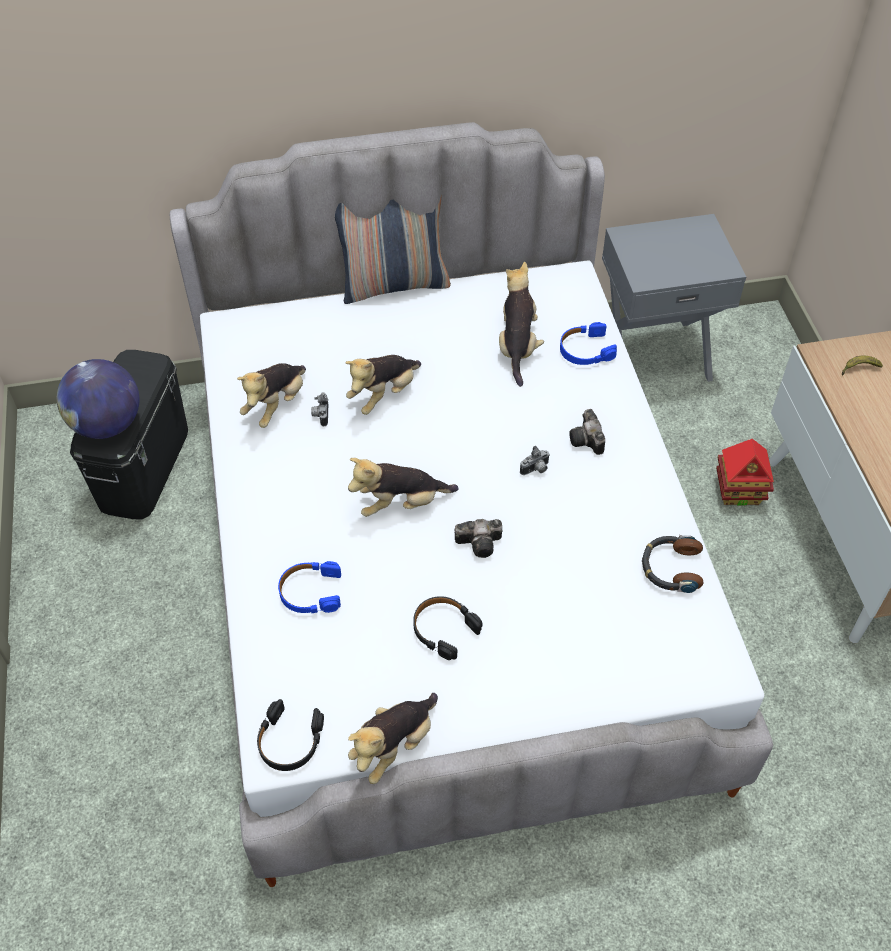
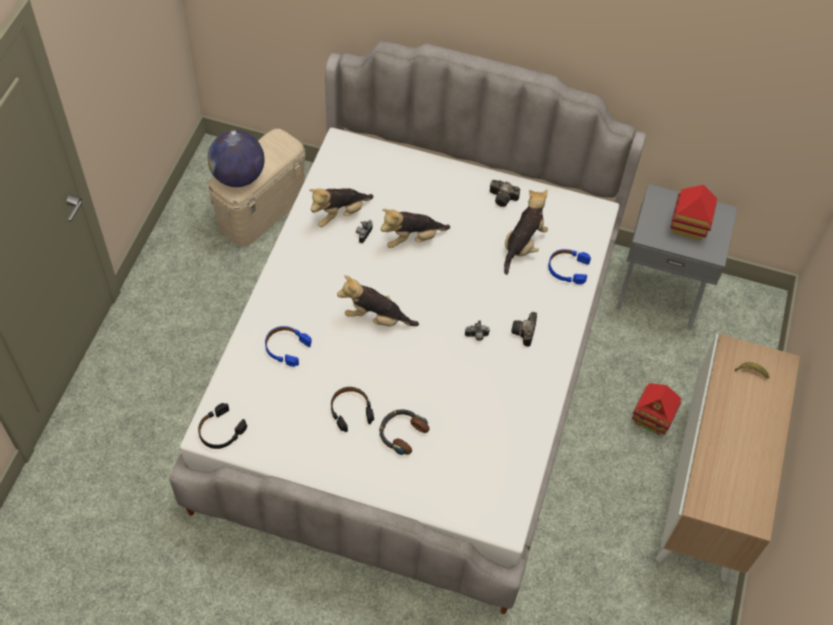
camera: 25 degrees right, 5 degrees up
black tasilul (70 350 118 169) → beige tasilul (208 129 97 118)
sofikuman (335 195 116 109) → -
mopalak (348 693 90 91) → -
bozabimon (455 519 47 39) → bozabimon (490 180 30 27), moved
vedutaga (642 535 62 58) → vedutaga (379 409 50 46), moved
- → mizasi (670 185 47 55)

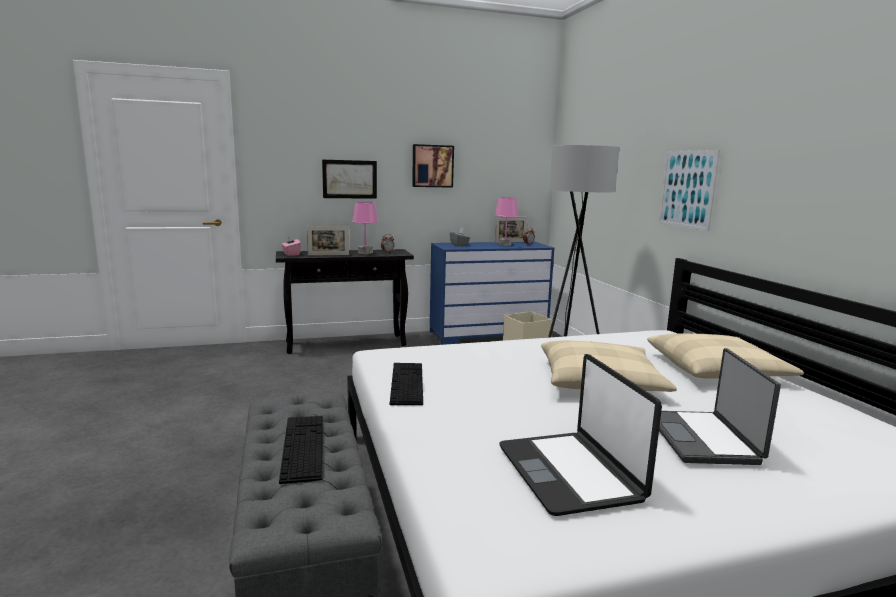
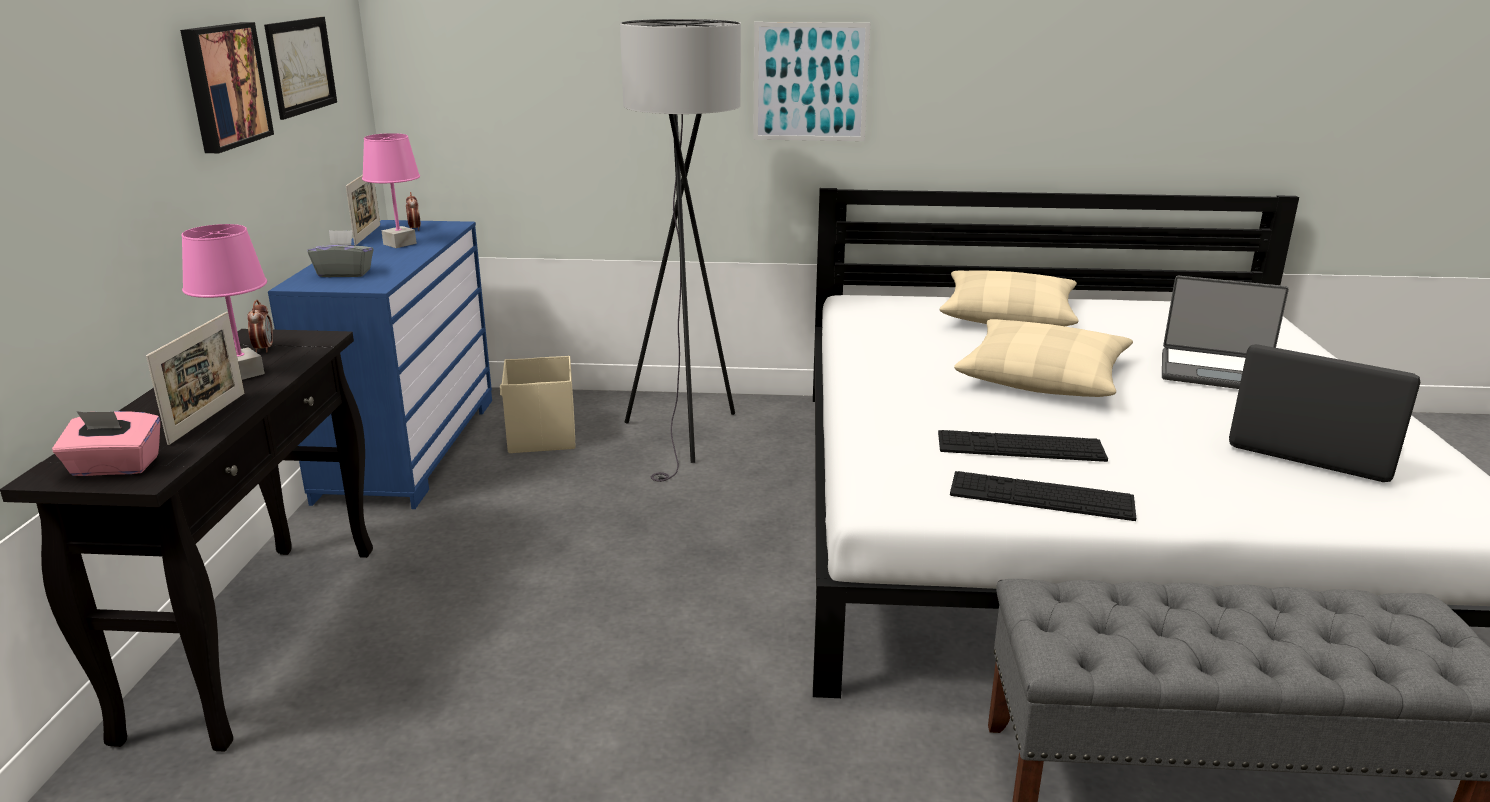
camera: 70 degrees left, 10 degrees up
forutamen (279 416 44 68) → forutamen (938 430 170 32), moved
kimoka (322 160 55 39) → kimoka (264 17 73 103), moved
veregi (499 354 163 162) → veregi (1229 344 192 138), 150 degrees counterclockwise

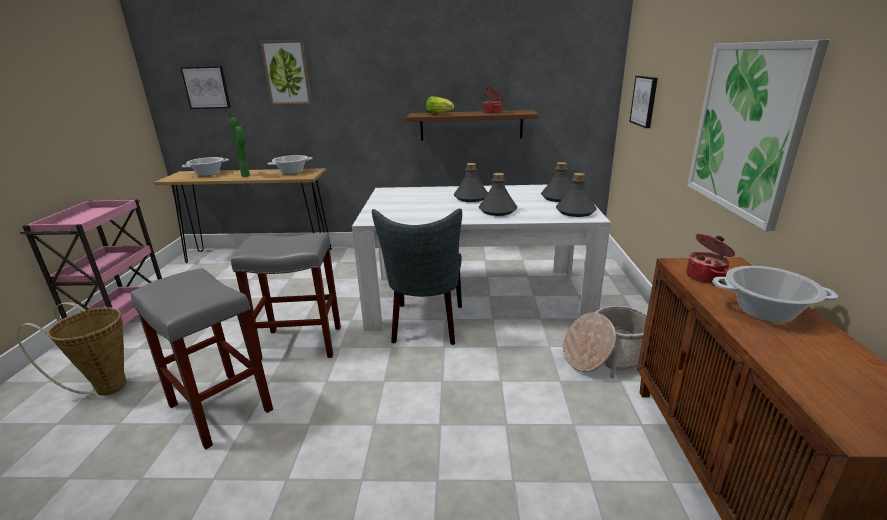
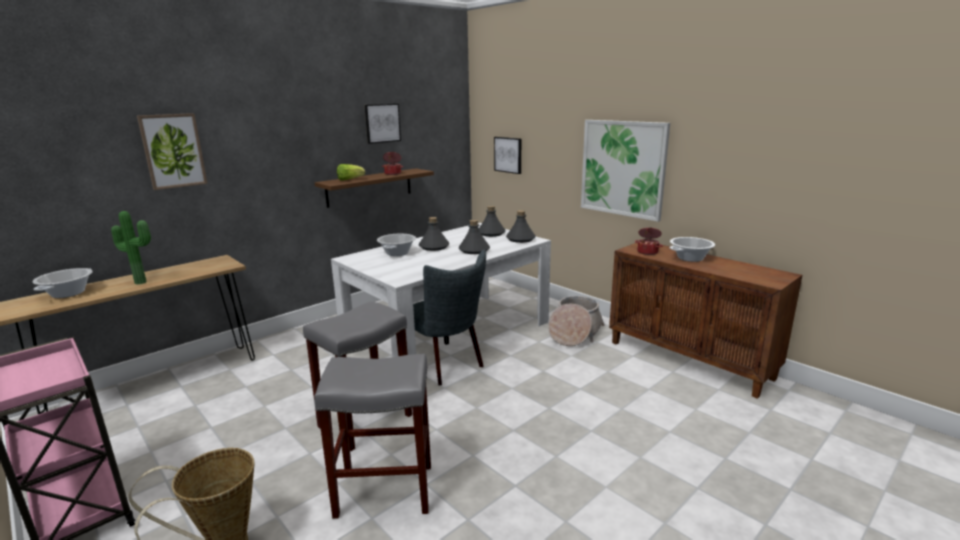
camera: 45 degrees left, 5 degrees down
kimoka (181 66 50 43) → kimoka (364 104 37 40), moved
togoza (268 155 45 19) → togoza (377 234 39 22), moved

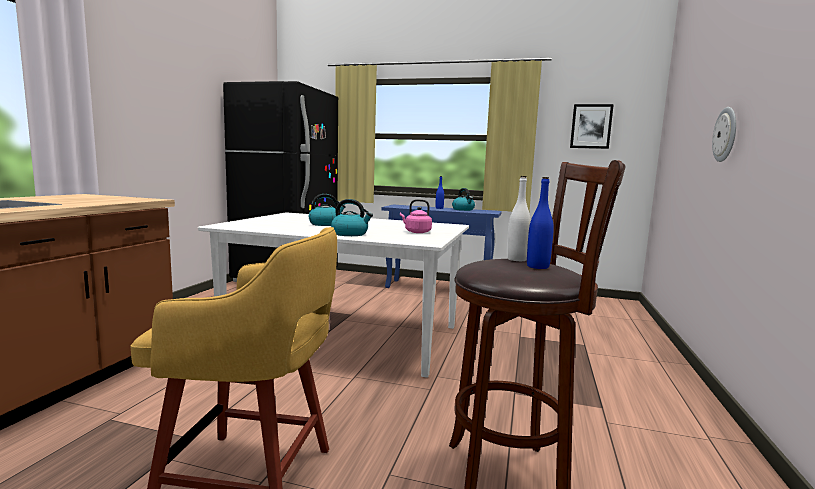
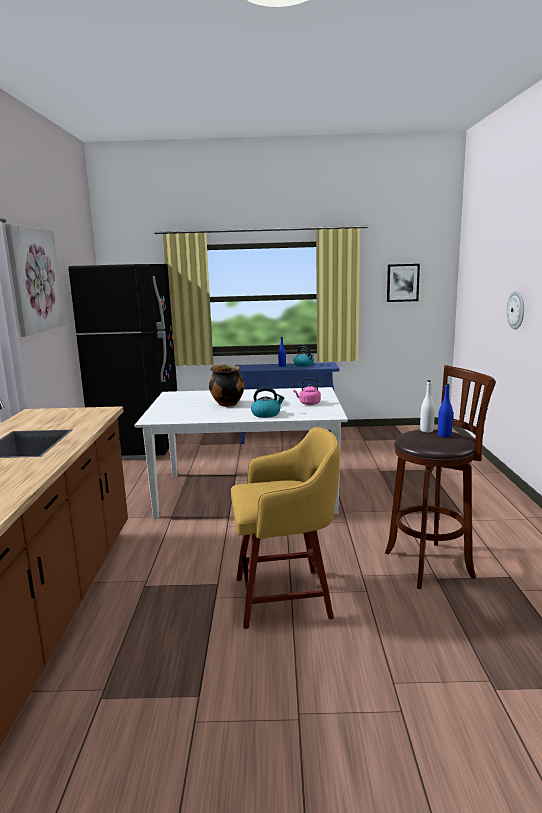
camera: 15 degrees left, 5 degrees up
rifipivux (309 194 37 32) → togoza (209 364 36 43)
- → kimoka (5 224 60 113)

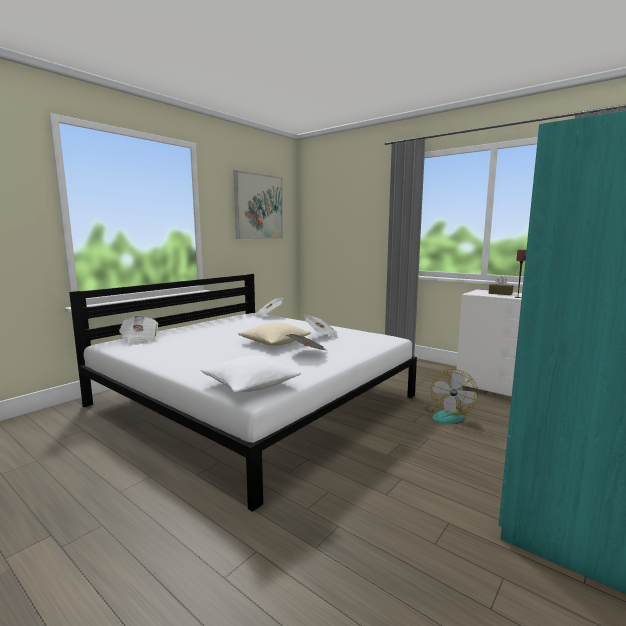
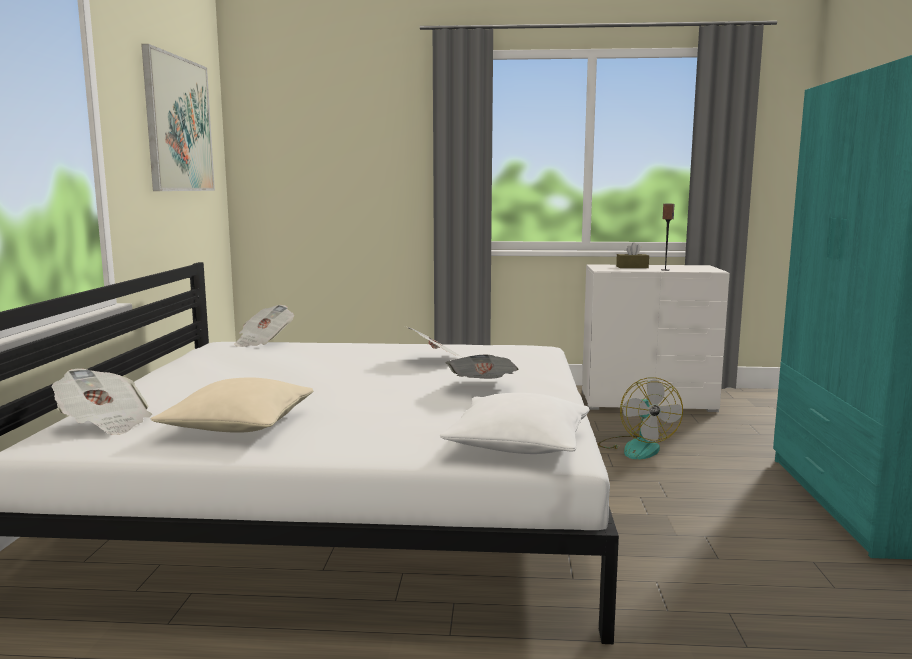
camera: 35 degrees left, 0 degrees up
beige sofikuman (238 322 73 24) → beige sofikuman (151 377 162 56), moved

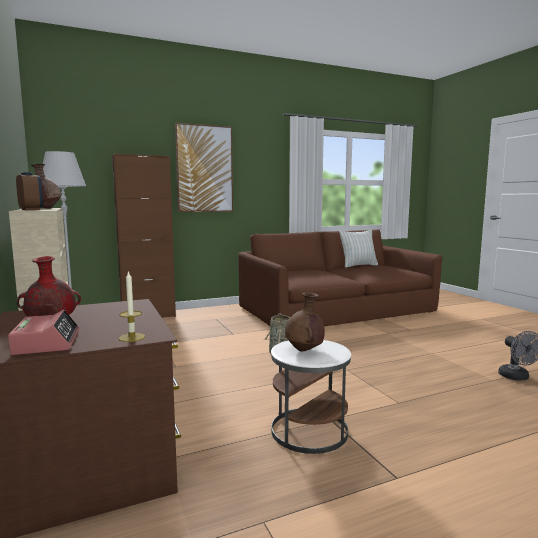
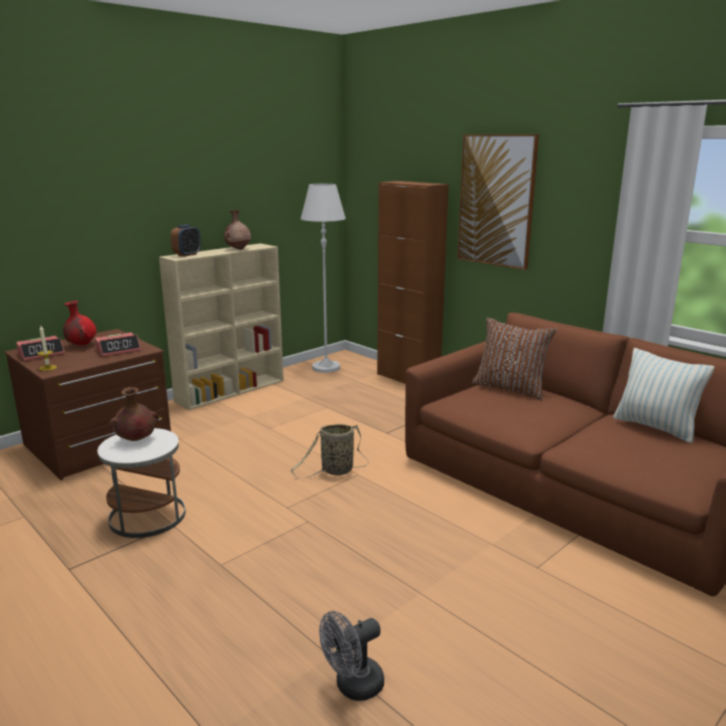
camera: 70 degrees right, 10 degrees up
- → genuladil (95 332 46 25)
- → brown sofikuman (472 318 85 82)

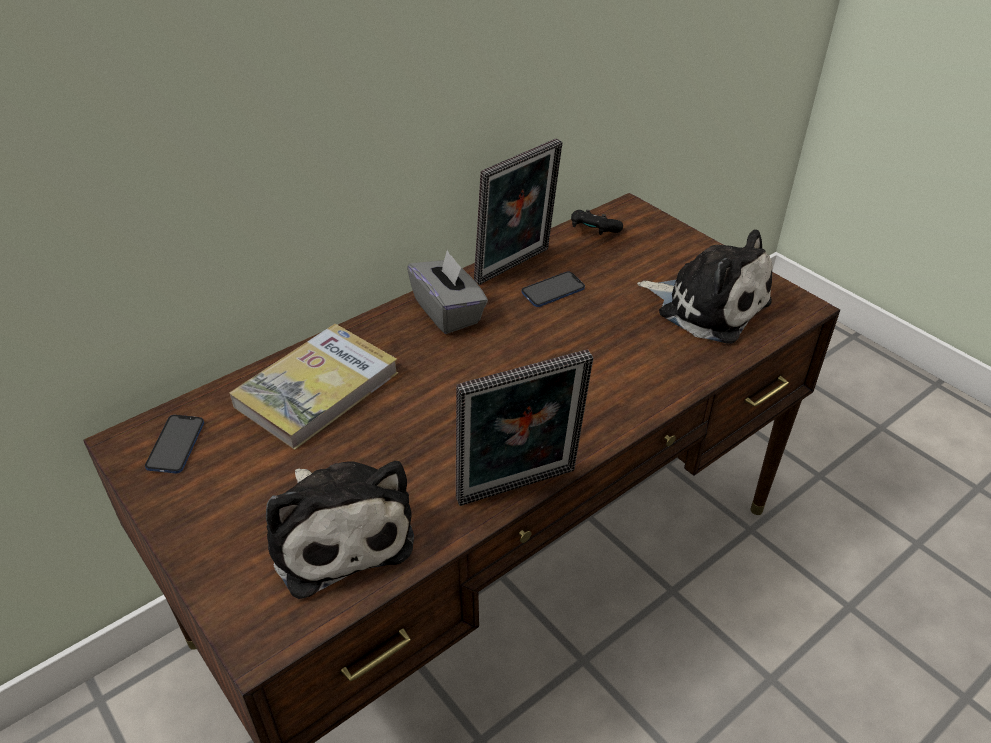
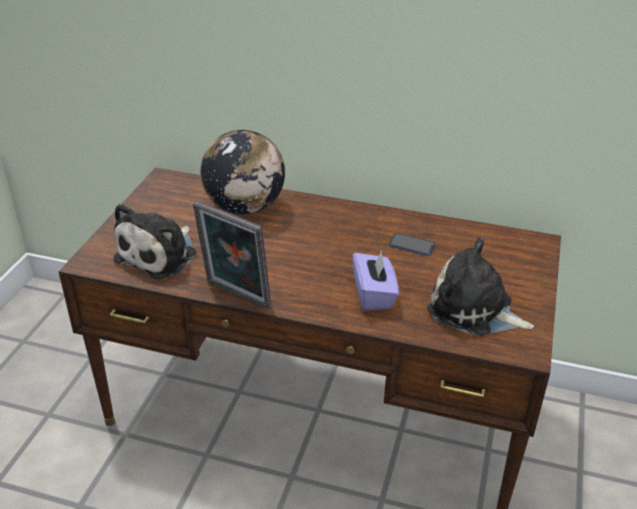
camera: 55 degrees right, 5 degrees down
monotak (145 415 59 58) → -
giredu (230 324 168 126) → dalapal (201 130 84 84)
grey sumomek (407 250 81 84) → -
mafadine (474 138 89 147) → -
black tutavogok (571 210 52 25) → -
mopalak (637 229 136 115) → mopalak (427 237 107 99), 120 degrees clockwise
- → purple sumomek (352 250 47 61)

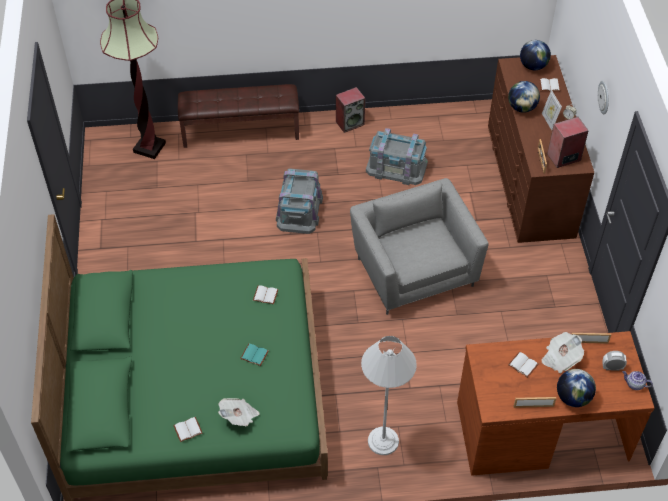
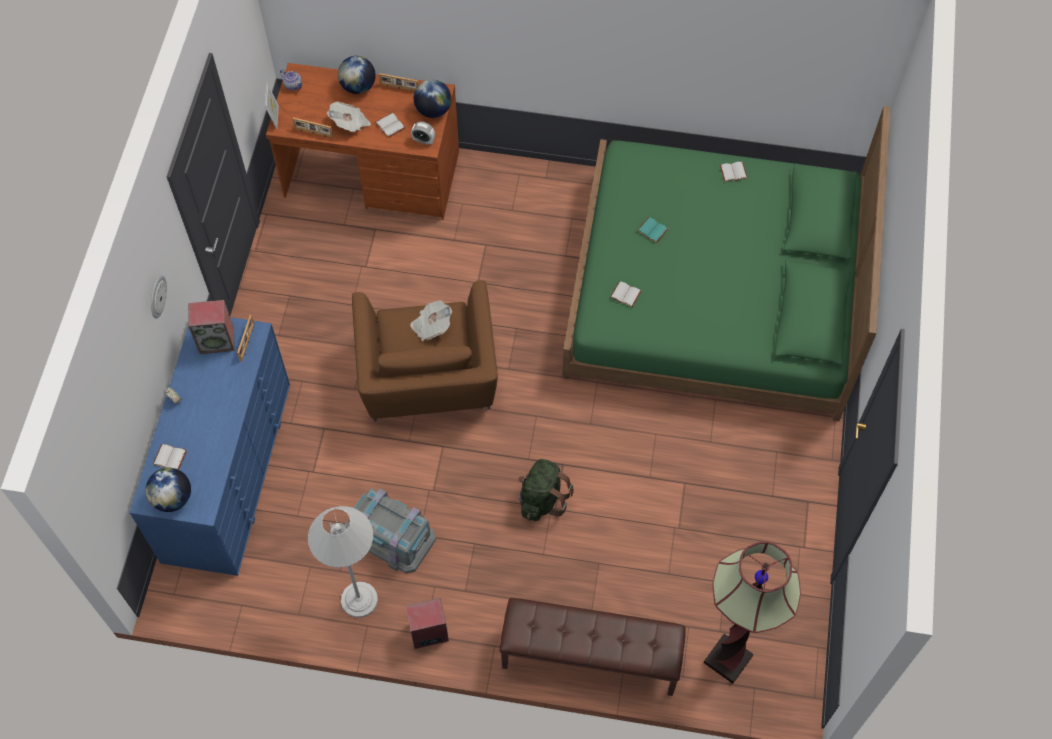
camera: 165 degrees left, 10 degrees up
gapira (218 398 42 28) → gapira (410 300 42 41), moved
grey tasilul (276 168 47 66) → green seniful (518 459 56 62)
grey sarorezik (350 178 139 137) → brown sarorezik (352 280 146 142)
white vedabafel (361 336 56 119) → white vedabafel (308 506 70 112), moved
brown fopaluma (488 55 106 188) → blue fopaluma (129 317 161 259)
dalapal (508 81 32 32) → dalapal (414 79 38 39), moved
mafadine (542 90 20 40) → mafadine (265 82 14 47), moved
genuladil (602 351 25 20) → genuladil (411 122 24 23), moved

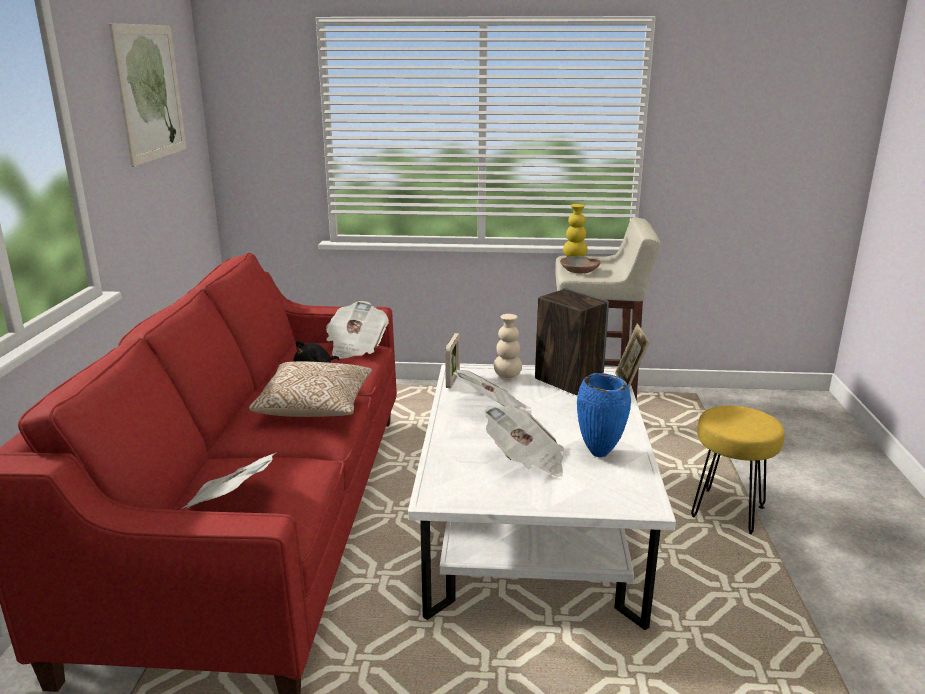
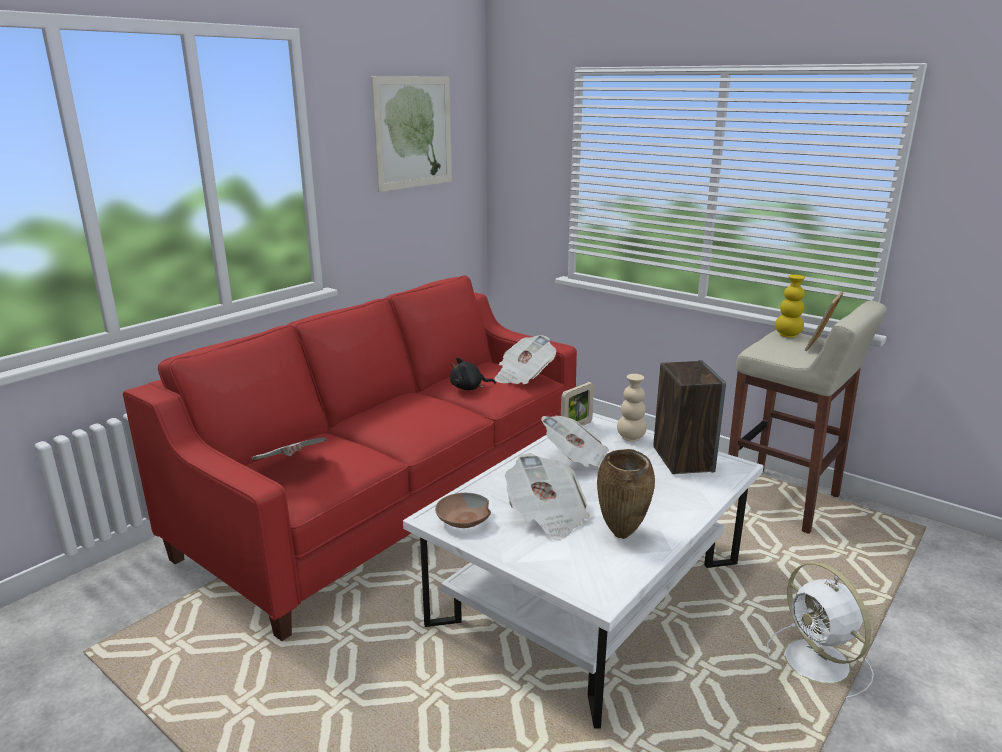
camera: 35 degrees right, 0 degrees up
sofikuman (249 361 123 56) → -
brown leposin (560 256 40 17) → brown leposin (435 493 56 35), moved
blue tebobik (577 373 54 84) → brown tebobik (597 449 58 90)
mafadine (615 324 35 64) → mafadine (805 291 38 60), moved
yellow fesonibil (691 406 94 128) → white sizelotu (767 562 107 136)

